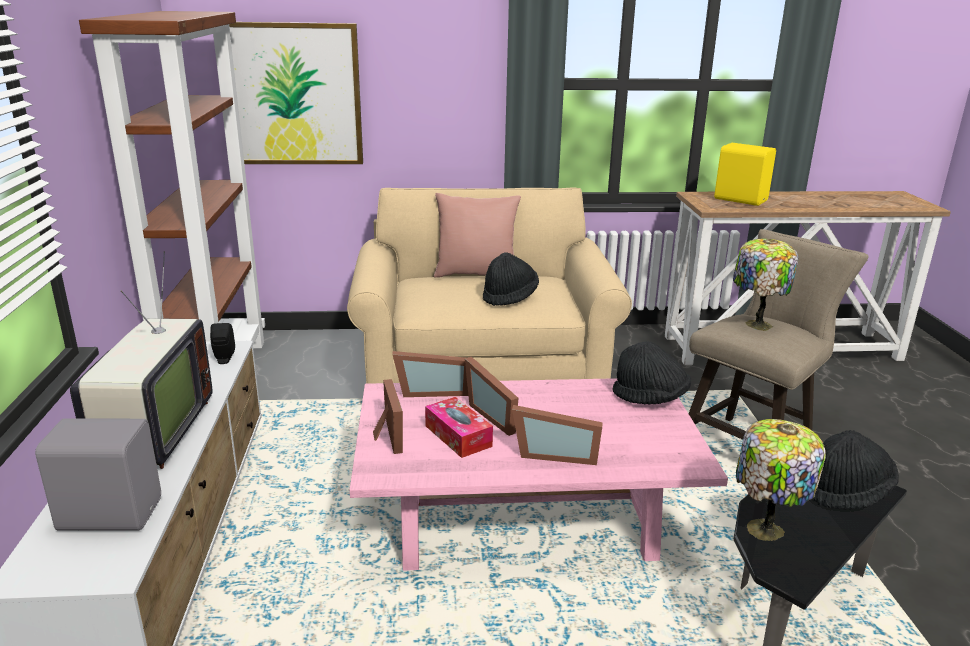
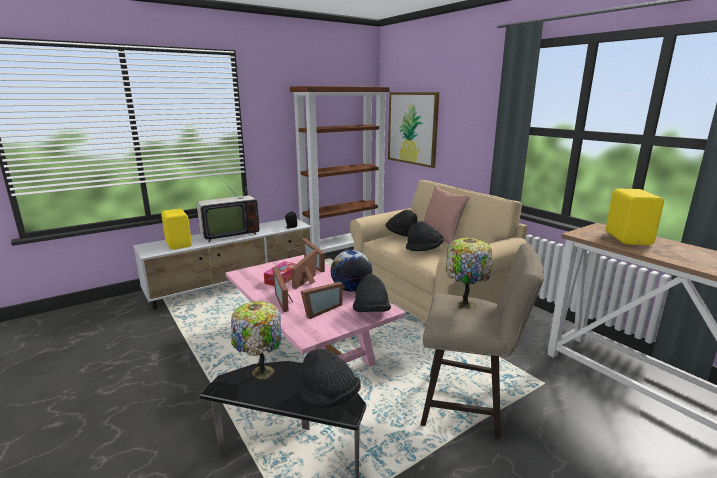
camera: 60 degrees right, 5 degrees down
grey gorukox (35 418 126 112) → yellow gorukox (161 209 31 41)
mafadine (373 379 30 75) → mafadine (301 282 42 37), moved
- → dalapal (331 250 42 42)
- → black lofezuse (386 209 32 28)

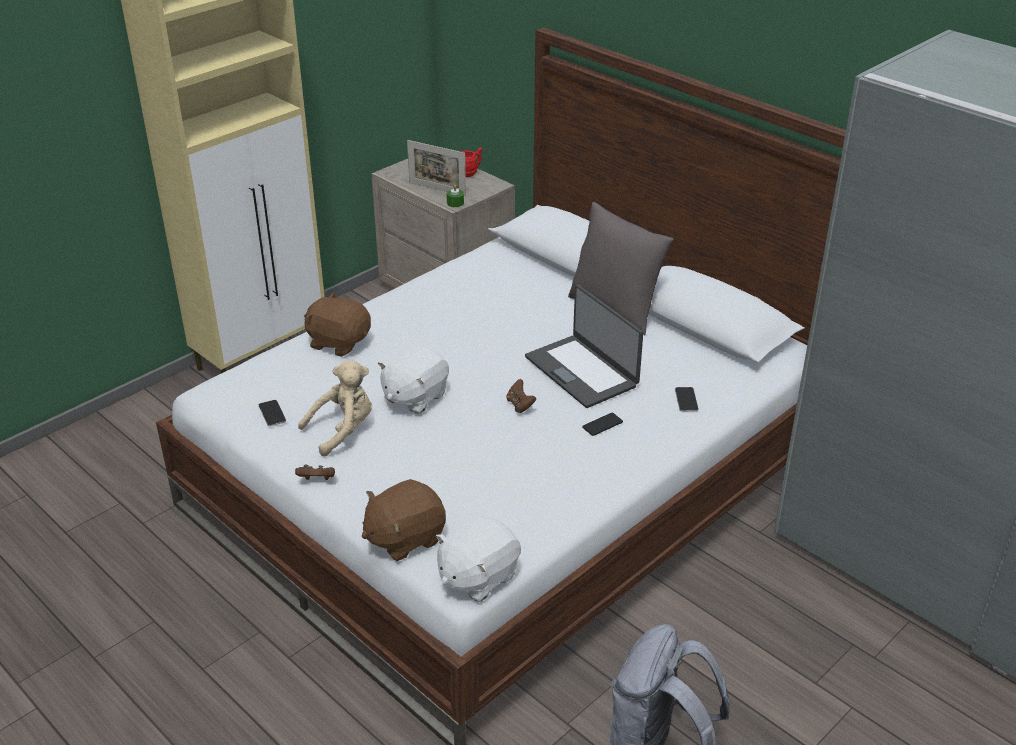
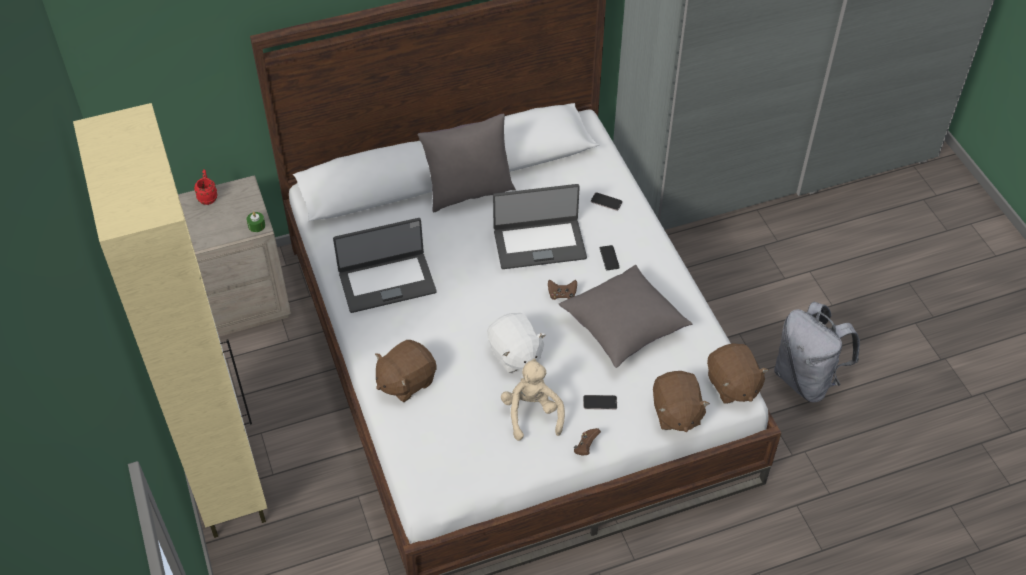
camera: 65 degrees left, 15 degrees up
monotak (259 400 27 26) → monotak (583 395 34 15), moved
mafadine (407 140 59 56) → -
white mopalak (436 516 85 86) → brown mopalak (707 343 62 61)
- → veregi (333 218 104 95)
- → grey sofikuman (558 265 135 103)

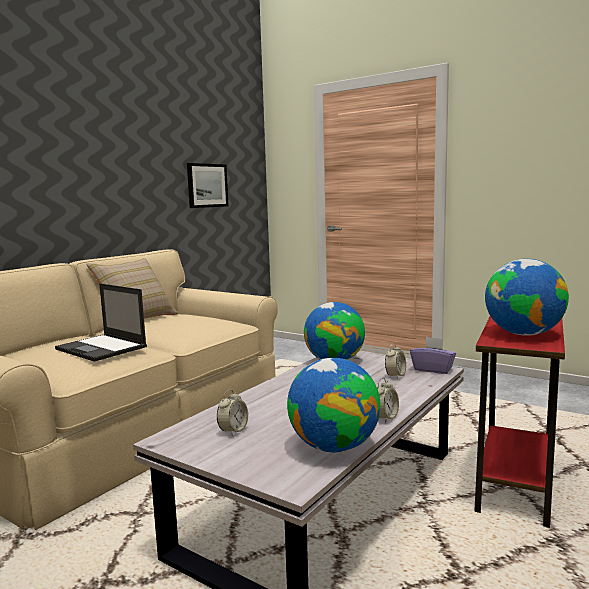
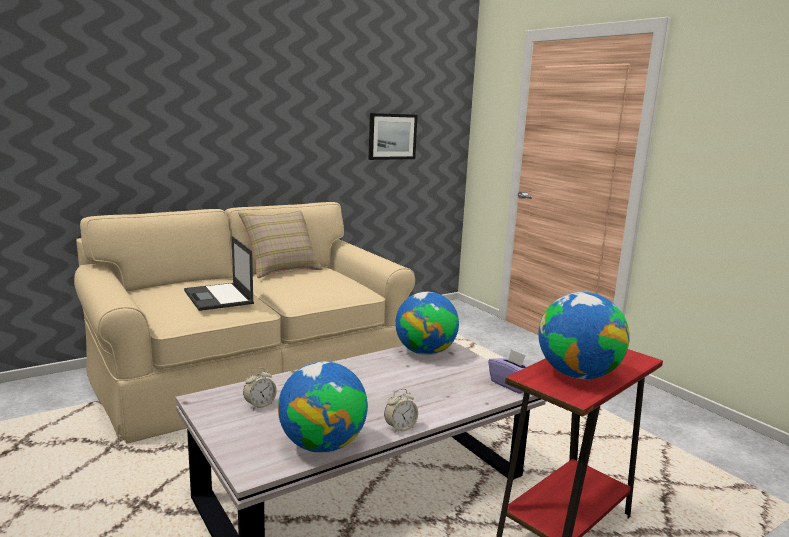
camera: 20 degrees right, 5 degrees up
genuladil (385 343 21 36) → -

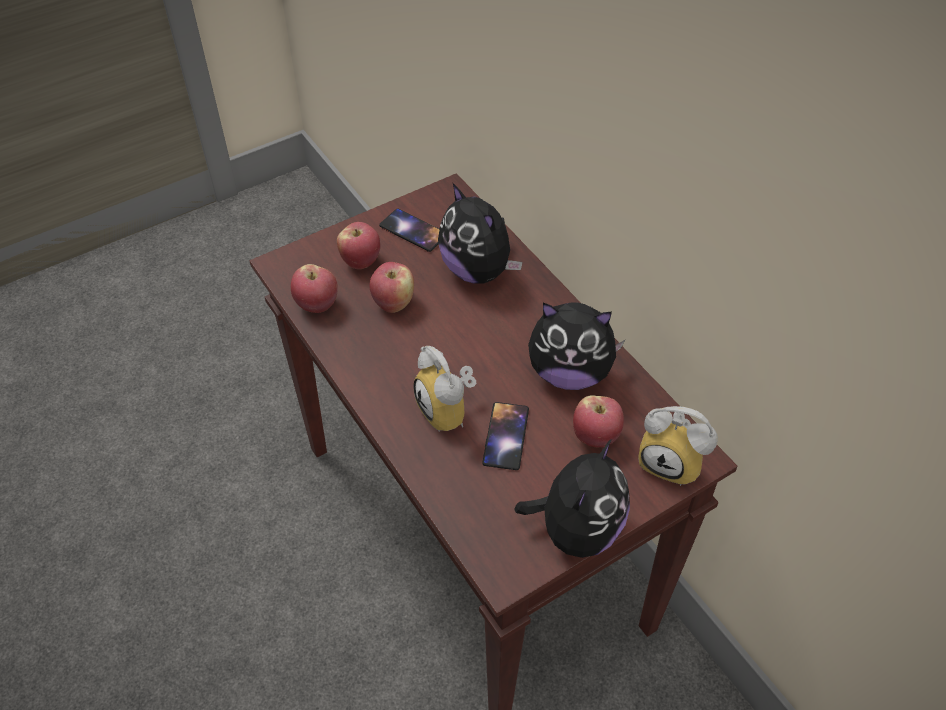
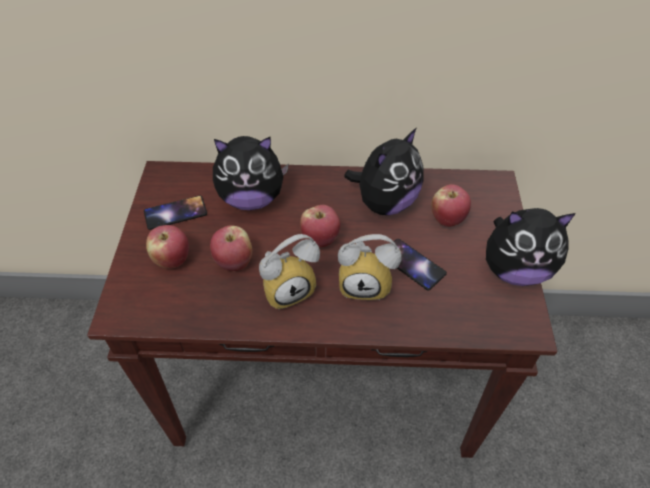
camera: 55 degrees left, 0 degrees up
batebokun (291 264 47 49) → batebokun (300 205 41 42), moved
mopalak (514 439 116 119) → mopalak (486 208 90 78), 120 degrees clockwise
genuladil (638 406 80 80) → genuladil (259 234 61 76), moved

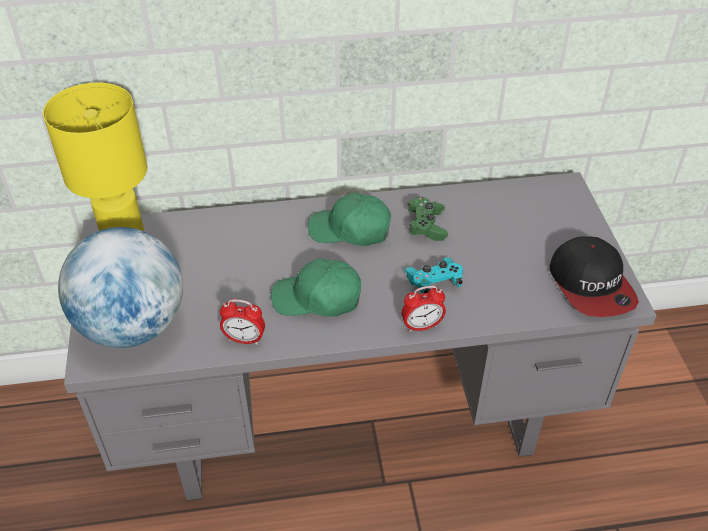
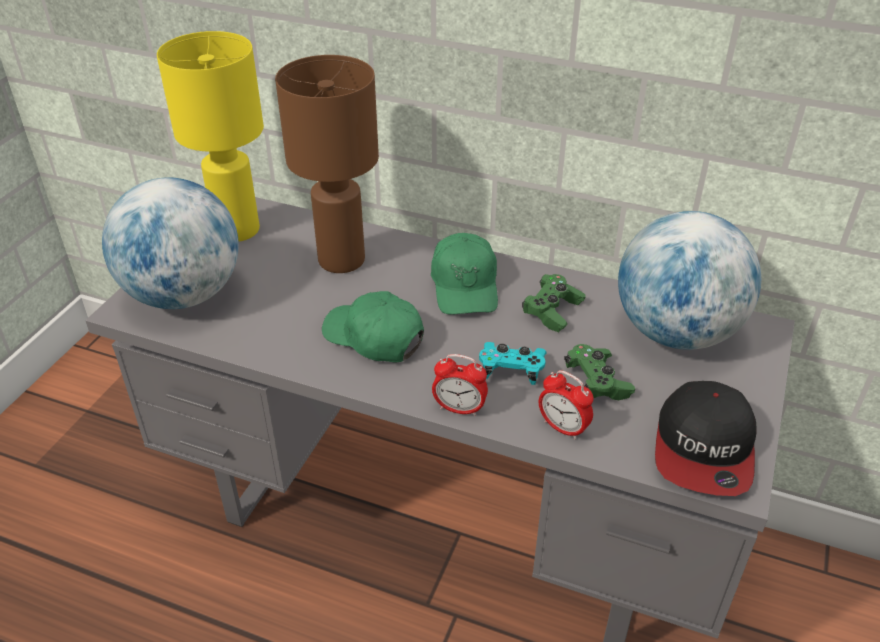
camera: 30 degrees right, 5 degrees down
genuladil (220 299 45 46) → genuladil (539 370 54 70), moved
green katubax (308 192 83 54) → green katubax (431 233 67 82), 135 degrees counterclockwise
- → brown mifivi (275 55 104 218)
- → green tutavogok (565 344 70 56)
- → dalapal (618 211 143 139)

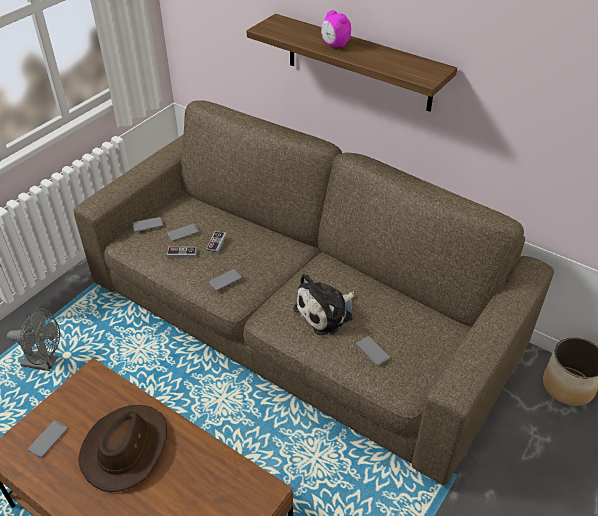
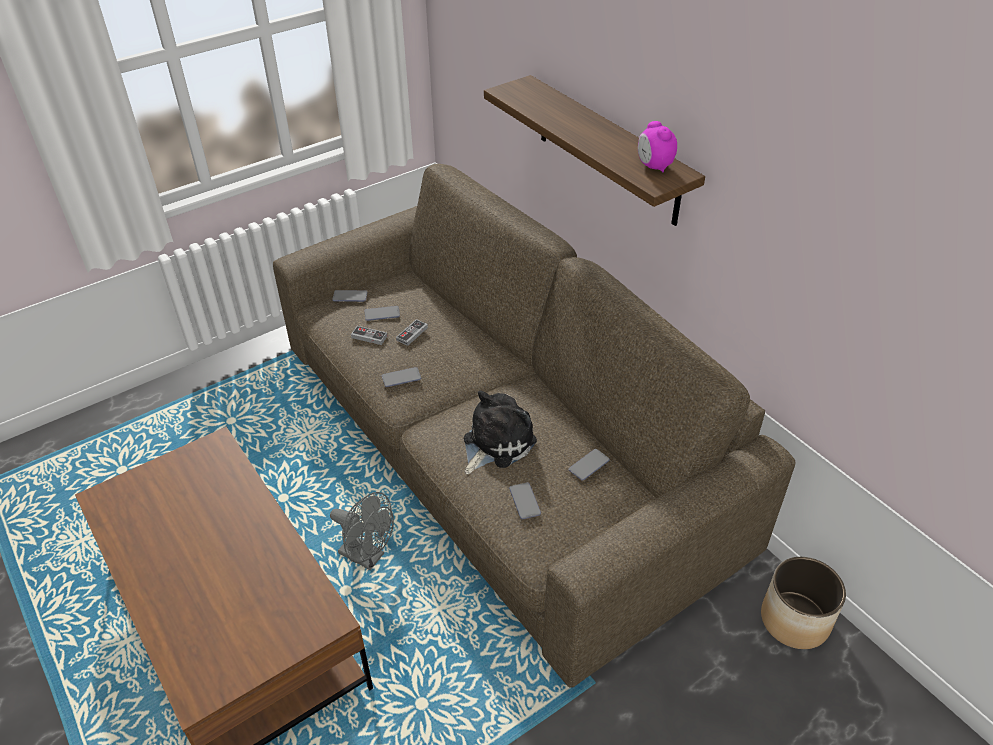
camera: 20 degrees right, 0 degrees up
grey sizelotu (7 308 53 63) → grey sizelotu (330 492 64 78), moved
monotak (28 421 40 36) → monotak (569 449 41 32), moved
brown lofezuse (78 405 89 87) → -
mopalak (293 273 62 62) → mopalak (464 390 73 84), 150 degrees clockwise
genuladil (321 10 30 38) → genuladil (638 121 39 51), moved

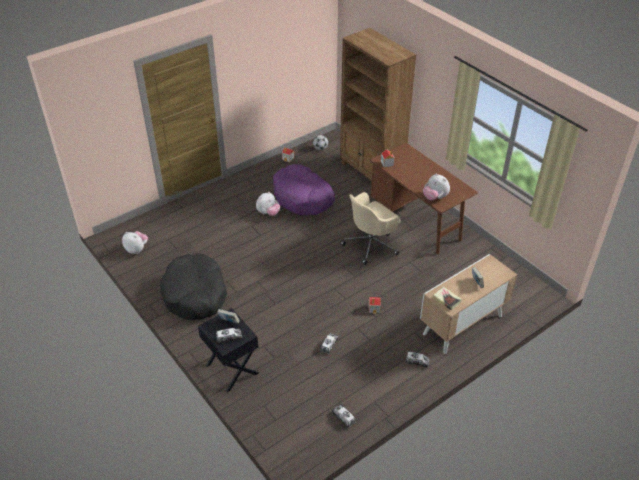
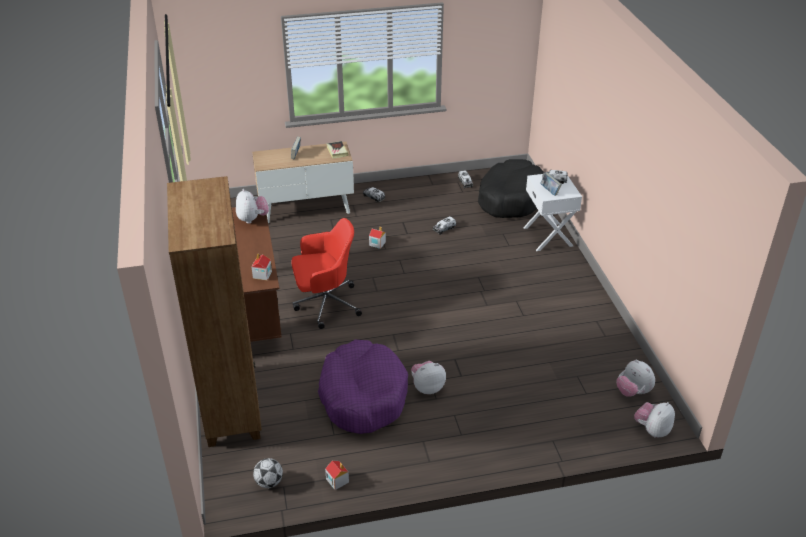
camera: 155 degrees left, 5 degrees down
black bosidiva (160 253 67 67) → black bosidiva (478 159 65 59), moved
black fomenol (198 308 61 84) → white fomenol (523 174 59 77)
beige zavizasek (340 192 61 73) → red zavizasek (291 218 71 111)
- → mopalak (634 402 41 36)

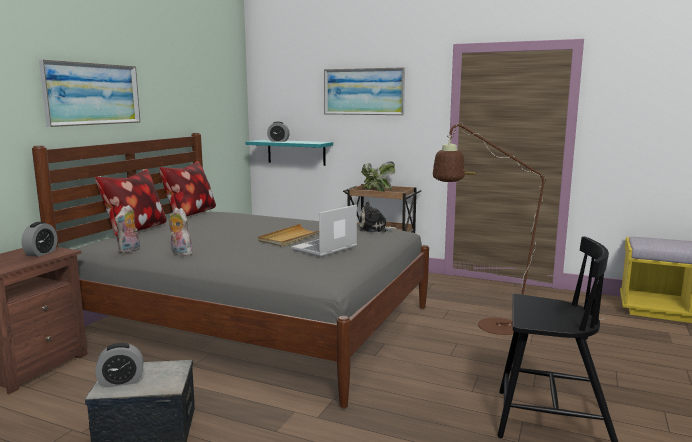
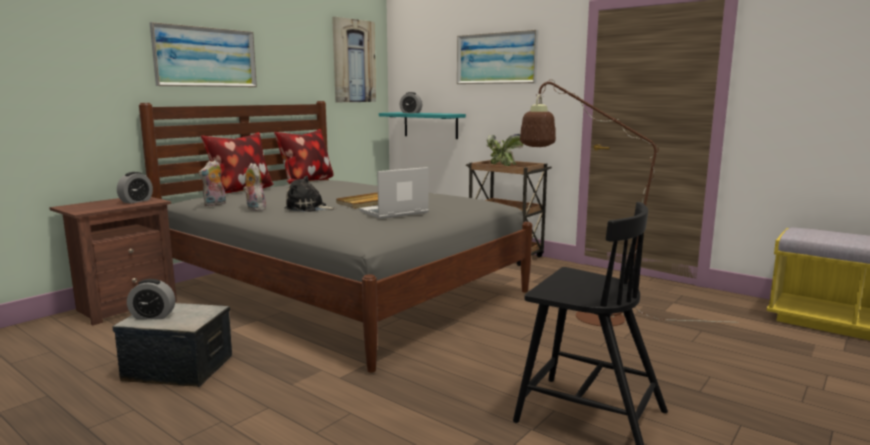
camera: 15 degrees right, 0 degrees up
mopalak (359 201 39 31) → mopalak (285 176 51 36), moved
- → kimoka (332 17 44 85)

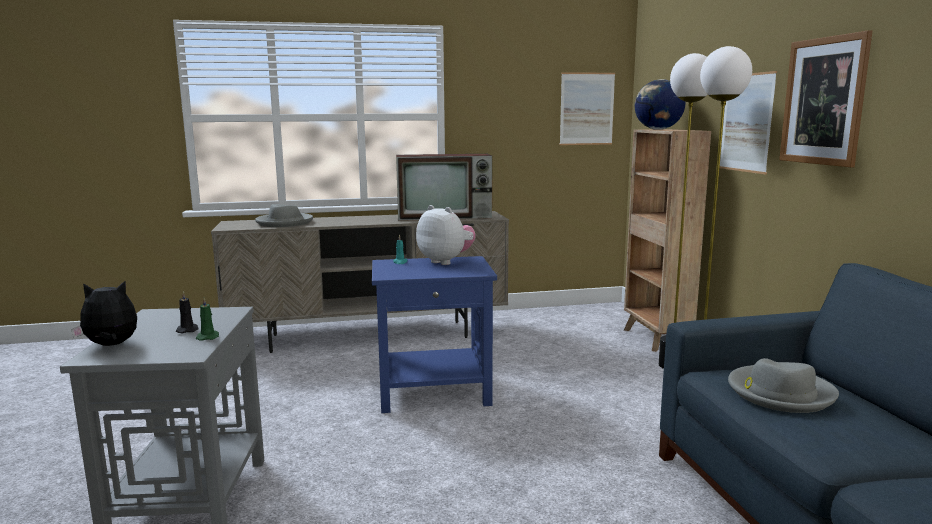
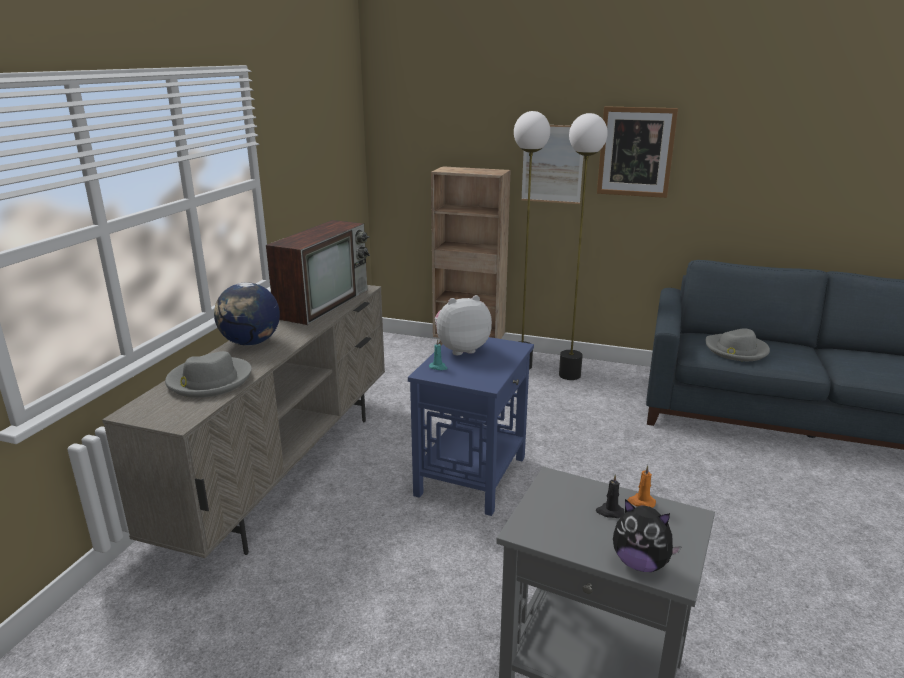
camera: 60 degrees left, 10 degrees up
mopalak (71 281 66 65) → mopalak (613 499 69 73), 75 degrees counterclockwise
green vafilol (196 298 23 43) → orange vafilol (628 465 28 43)
kimoka (560 72 55 73) → -
dalapal (635 79 50 51) → dalapal (214 283 66 63), moved

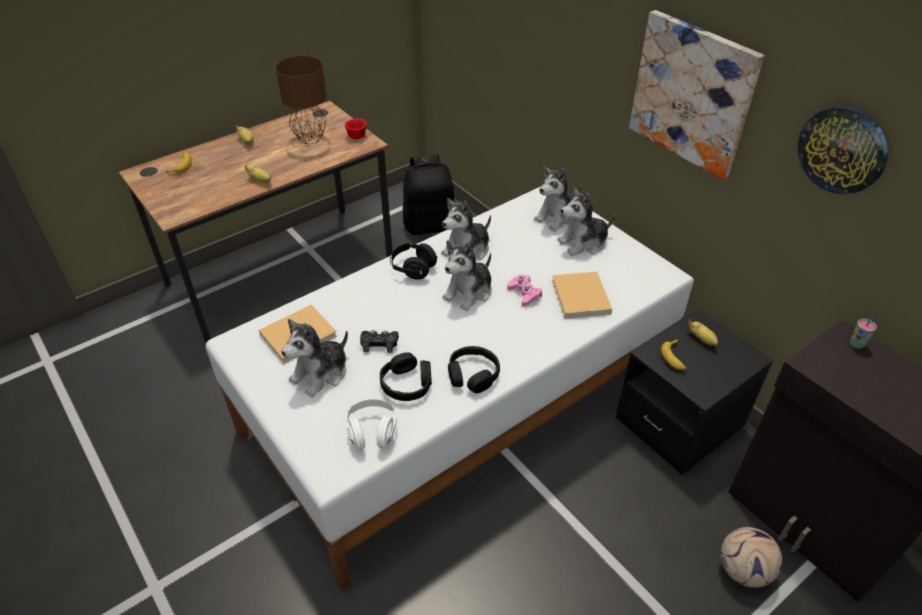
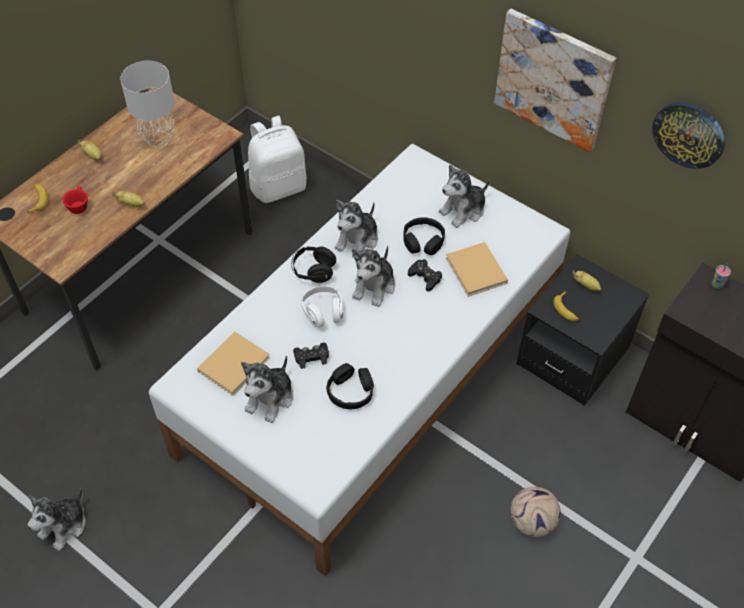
camera: 15 degrees left, 10 degrees up
brown mifivi (276 56 51 88) → grey mifivi (120 61 56 87)
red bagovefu (345 119 22 20) → red bagovefu (62 186 26 28), moved
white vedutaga (346 399 50 51) → white vedutaga (301 286 42 42), moved
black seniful (403 154 52 81) → white seniful (248 116 59 87)
black vedutaga (448 346 52 47) → black vedutaga (404 217 41 38), moved
pink tutavogok (507 275 35 31) → black tutavogok (408 259 34 33)
mopalak (534 166 48 66) → mopalak (27 488 59 63), moved
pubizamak (721 527 61 61) → pubizamak (510 487 51 50), moved

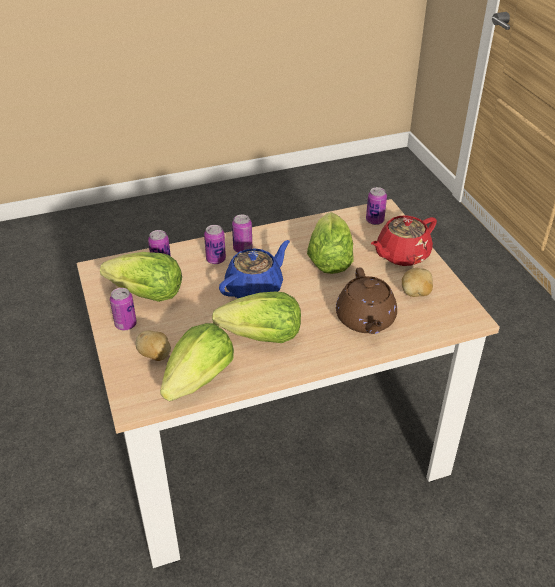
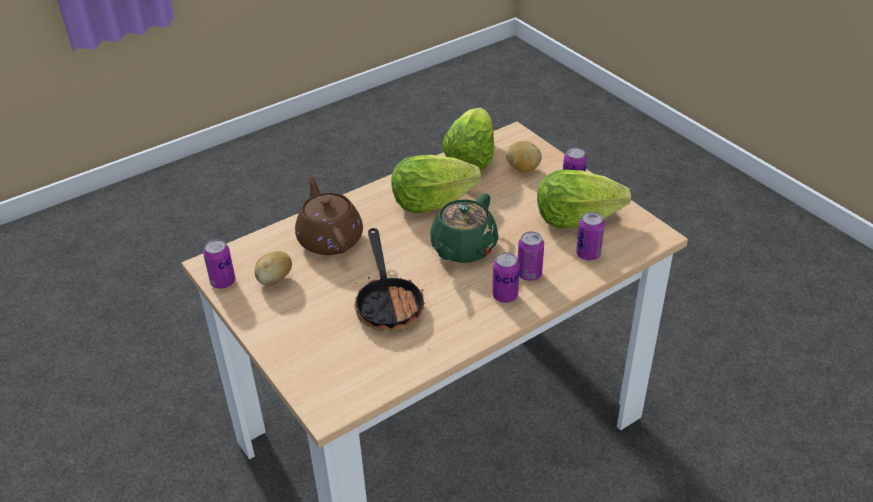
camera: 165 degrees right, 0 degrees up
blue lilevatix (219 240 71 58) → green lilevatix (430 193 69 70)
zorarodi (307 212 47 62) → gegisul (354 228 71 103)
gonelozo (366 187 21 38) → gonelozo (203 239 32 50), moved
red lilevatix (371 216 66 50) → -

